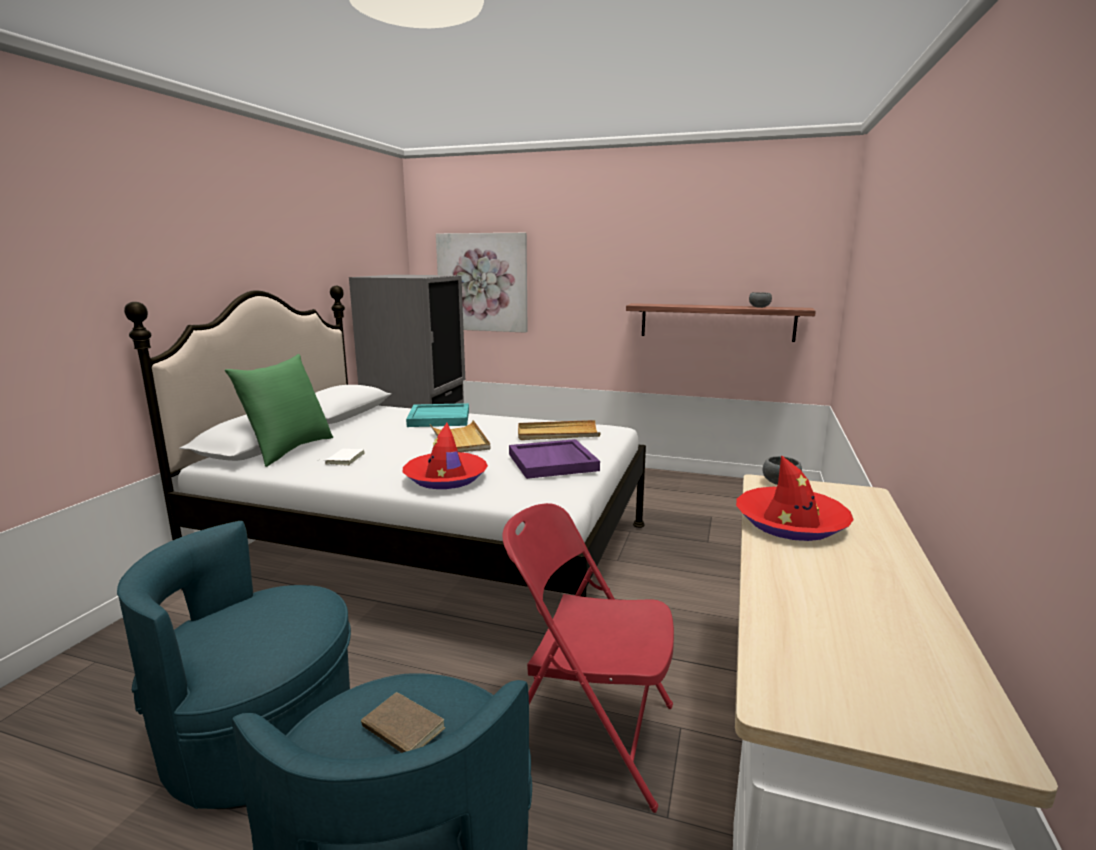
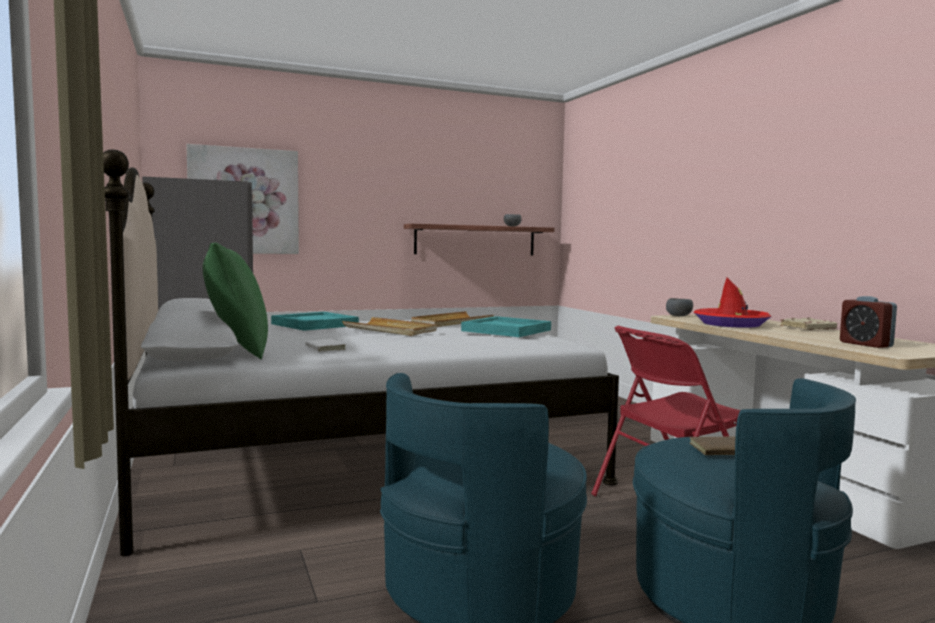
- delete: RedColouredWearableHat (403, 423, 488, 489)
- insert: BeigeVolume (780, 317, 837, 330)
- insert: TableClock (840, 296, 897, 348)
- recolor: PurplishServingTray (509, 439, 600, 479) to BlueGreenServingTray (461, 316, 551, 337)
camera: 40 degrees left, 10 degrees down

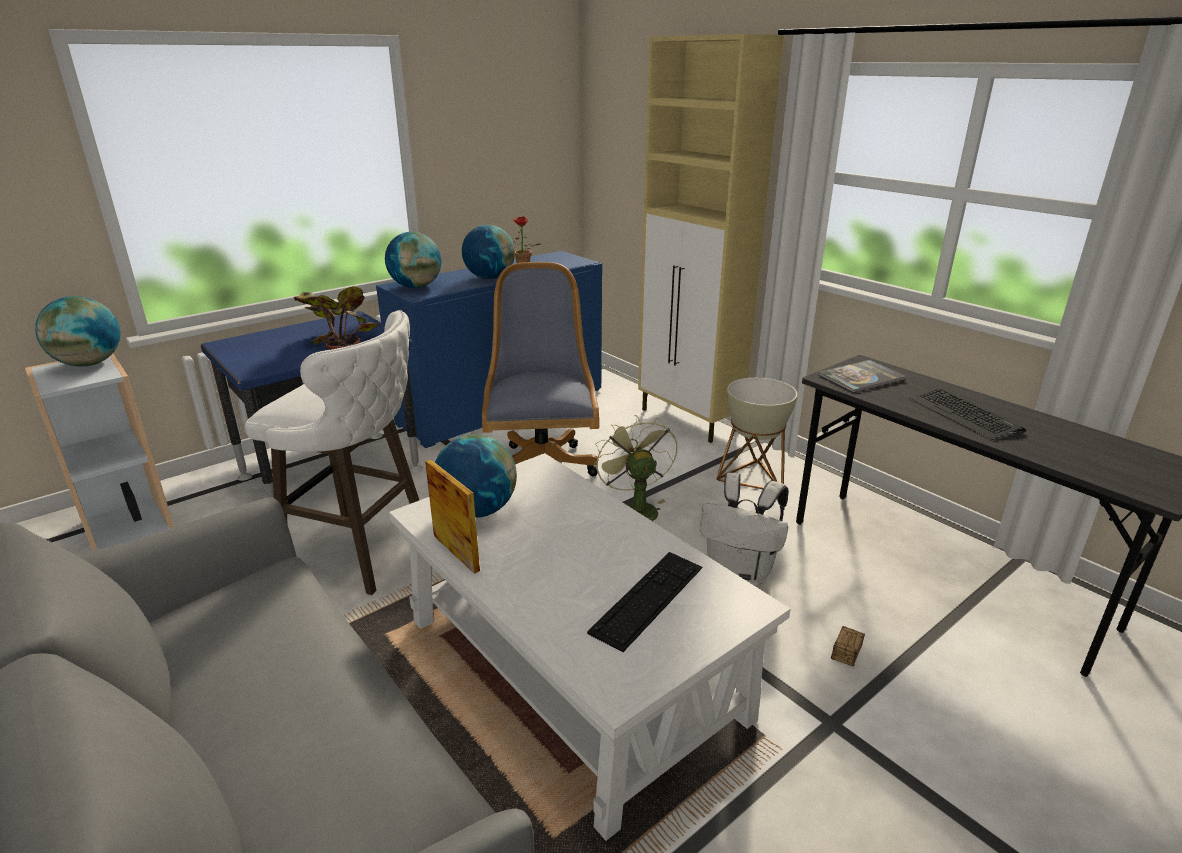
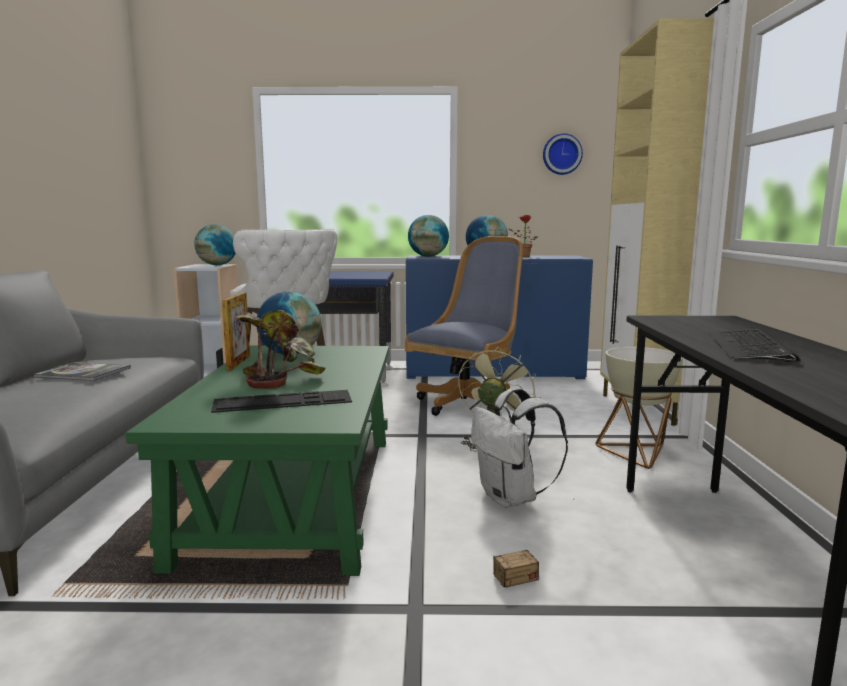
- insert: HangingClock (543, 133, 583, 175)
- move: PottedPlant (294, 286, 380, 350) to (235, 310, 326, 389)
- move: Volume (818, 360, 906, 393) to (34, 362, 131, 381)
- recolor: WhiteColouredCoffeeTable (389, 453, 791, 841) to GreenColouredCoffeeTable (126, 346, 389, 576)
camera: 40 degrees right, 15 degrees down

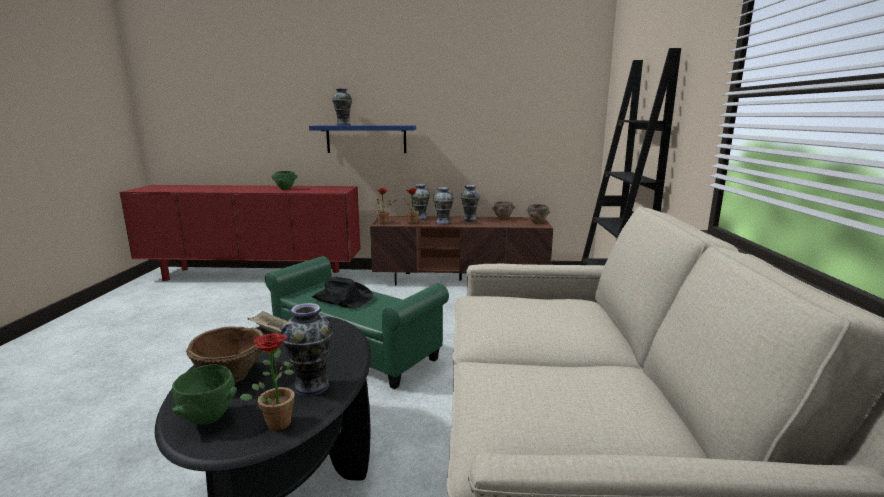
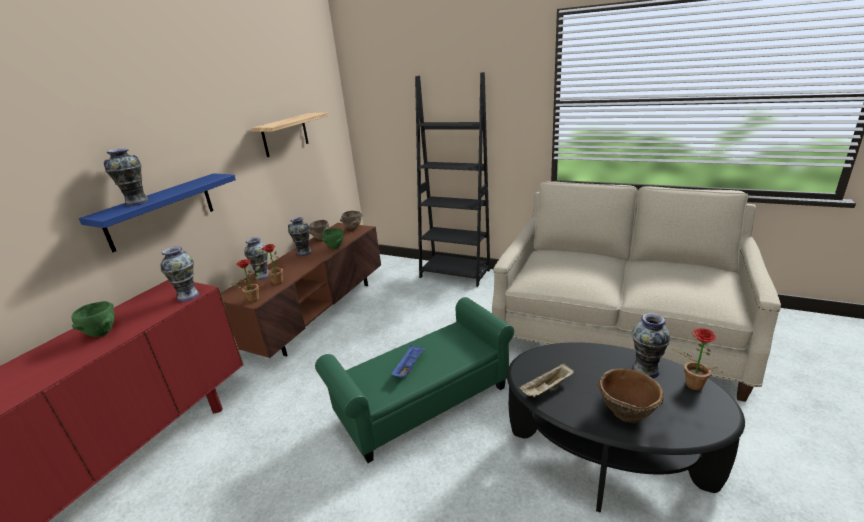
- insert: BracketShelf (251, 113, 328, 157)
- move: GreenColouredServingBowl (172, 364, 237, 425) to (322, 228, 344, 249)
- move: Vase (433, 187, 454, 225) to (161, 246, 200, 302)
- replace: BlackWearableHat (312, 277, 373, 309) to BlueServingTray (391, 345, 425, 378)
camera: 65 degrees left, 10 degrees up

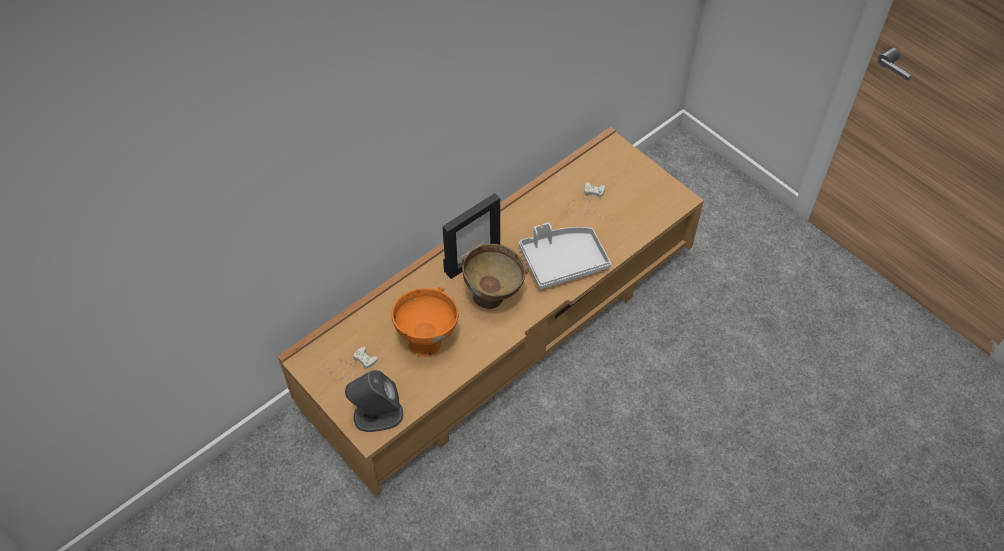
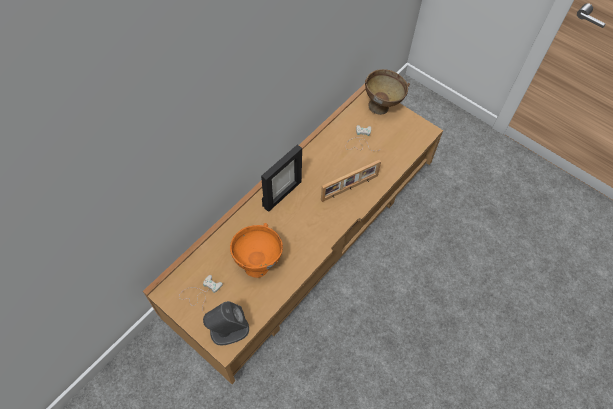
- move: BrownServingBowl (461, 244, 529, 309) to (365, 69, 410, 115)
- replace: GrayServingTray (519, 223, 611, 289) to StandingFrame (321, 160, 381, 202)
camera: 10 degrees left, 5 degrees up

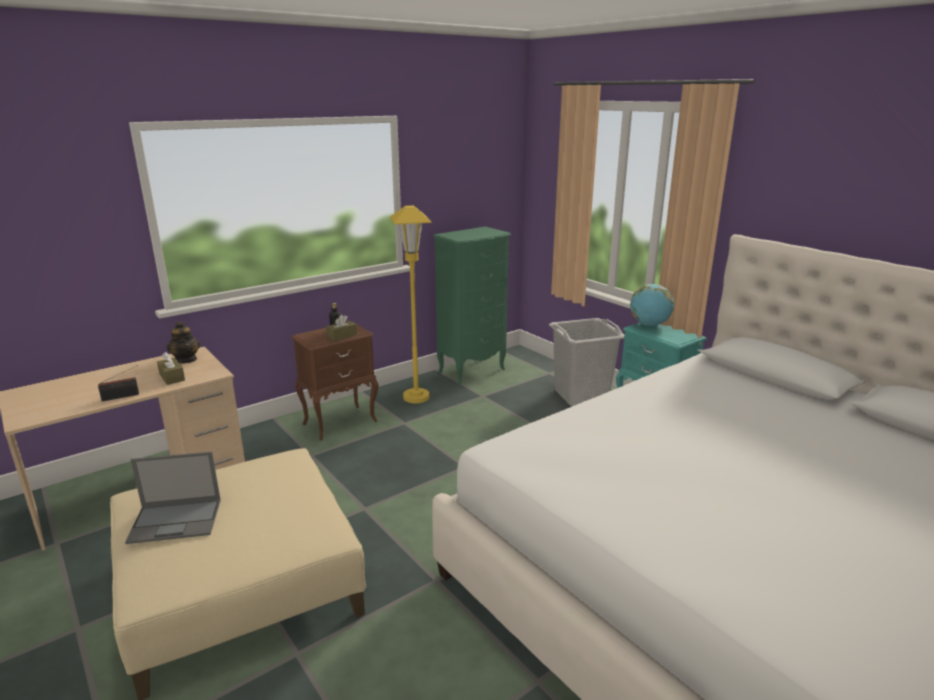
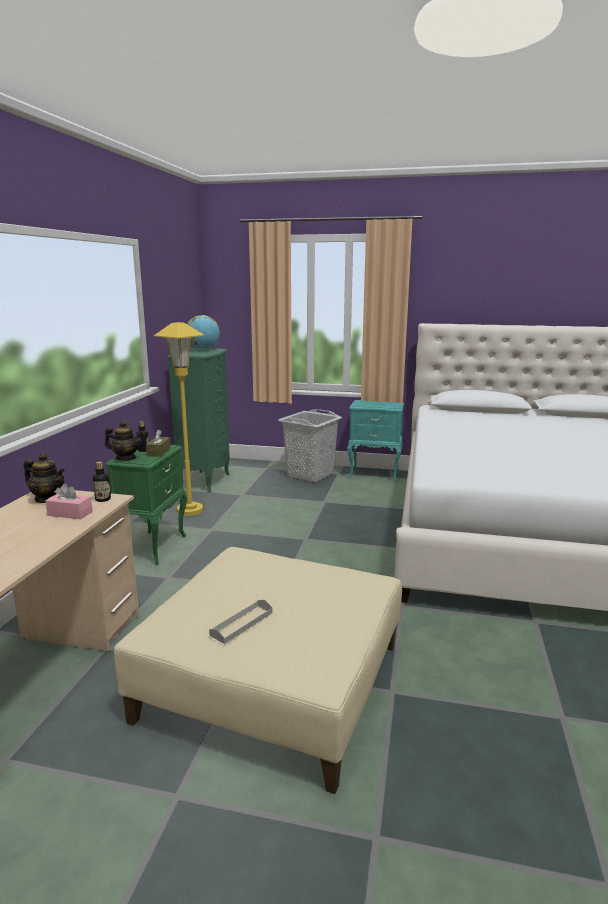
- delete: Radio (98, 365, 139, 401)
- insert: Bottle (93, 462, 111, 502)
- insert: Teapot (105, 421, 143, 461)
- move: DeskGlobe (630, 284, 674, 326) to (187, 315, 220, 350)
- replace: PortableComputer (125, 452, 221, 544) to GrayServingTray (209, 600, 273, 644)
- recolor: BrownBoxOfTissues (157, 352, 185, 385) to PinkishBoxOfTissues (45, 484, 93, 519)
- recolor: BrownNightTable (292, 322, 379, 441) to GreenColouredNightTable (105, 445, 187, 565)
camera: 40 degrees left, 5 degrees down

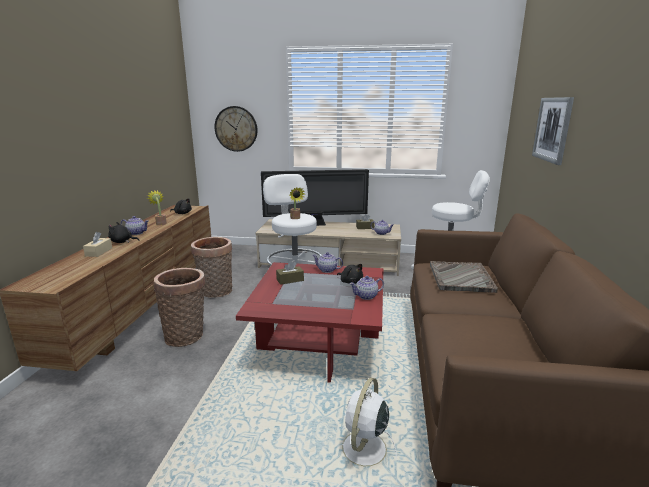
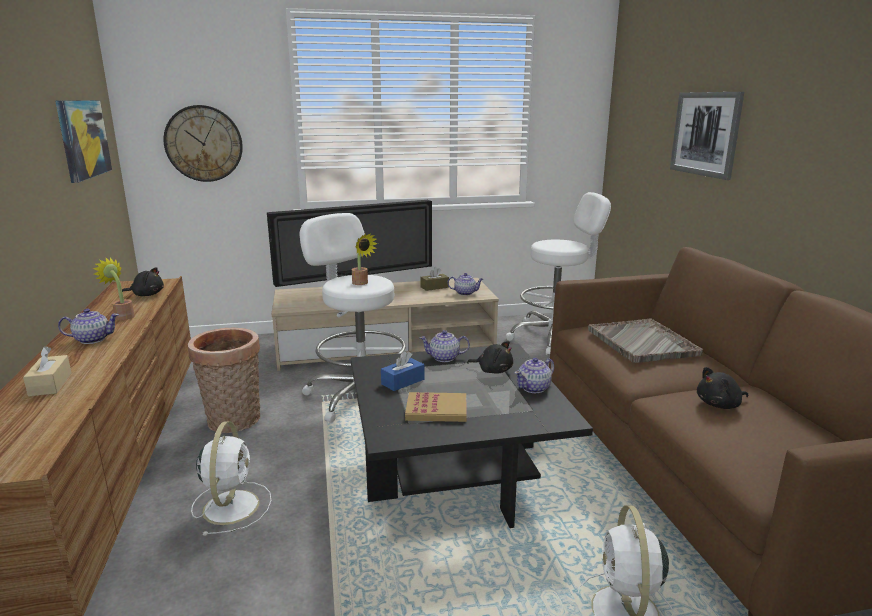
- insert: Picture (55, 100, 112, 183)
- insert: Volume (405, 392, 467, 422)
- move: BlackSoftToy (108, 222, 139, 243) to (697, 367, 748, 409)
- replace: HouseholdBasket (154, 268, 206, 347) to WhiteColouredCoolingFan (191, 421, 271, 536)
- recolor: RedColouredCoffeeTable (236, 262, 383, 383) to BlackCoffeeTable (351, 344, 593, 528)
- recolor: BrownBoxOfTissues (276, 261, 304, 285) to BlueBoxOfTissues (381, 351, 424, 391)
camera: 20 degrees left, 0 degrees up

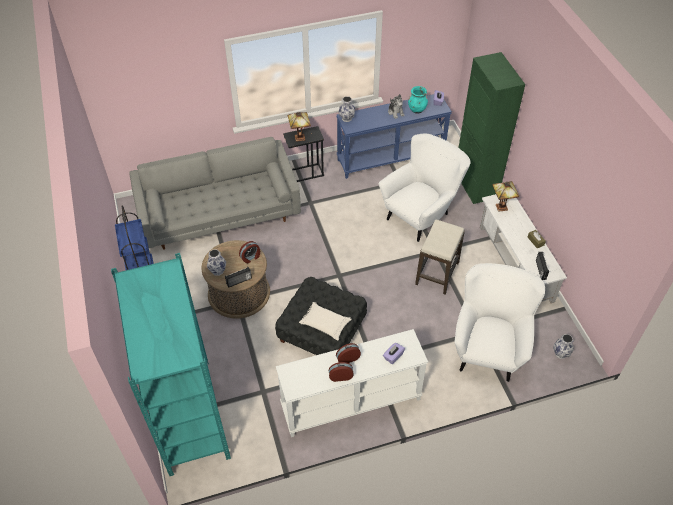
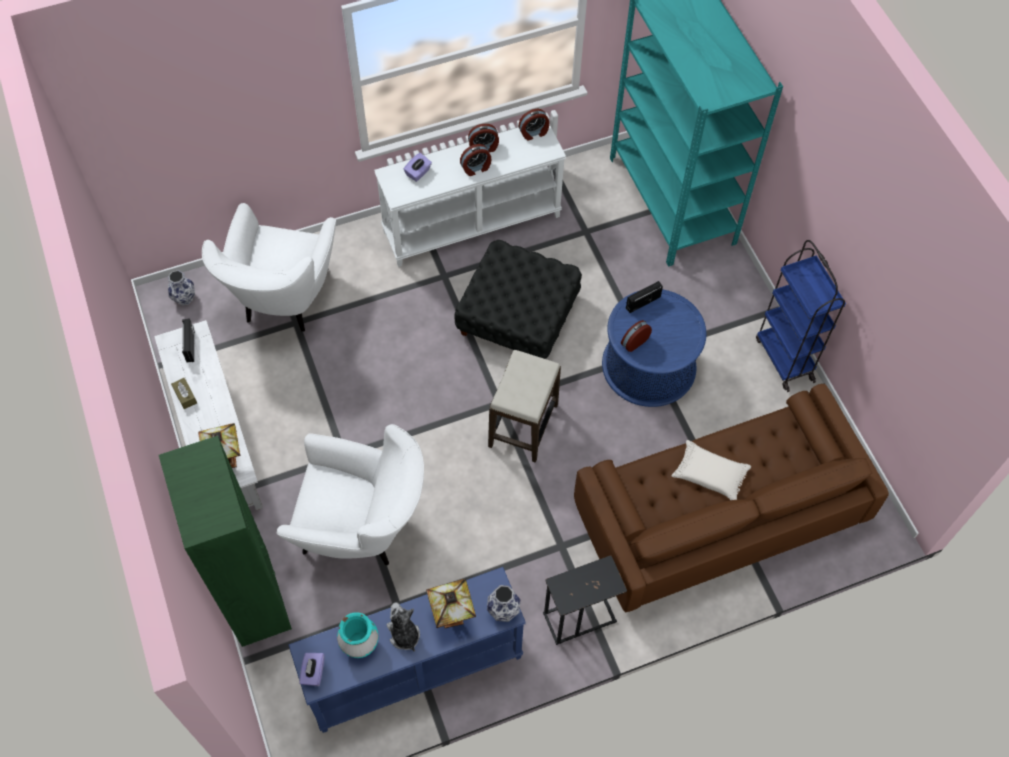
- delete: Vase (207, 249, 226, 276)
- insert: TableClock (519, 108, 549, 141)
- move: TableLamp (288, 112, 311, 142) to (426, 579, 476, 628)
- move: WhiteColouredThrowPillow (299, 302, 352, 341) to (671, 440, 751, 500)
- move: StoolSeat (415, 220, 465, 295) to (488, 350, 561, 463)
- recolor: GrayCouch (129, 137, 301, 250) to BrownCouch (574, 384, 889, 612)
- recolor: BrownCoffeeTable (202, 240, 270, 319) to BlueCoffeeTable (602, 289, 706, 407)
- rotate: WhiteColouredLoungeChair (379, 134, 471, 242) = (277, 424, 424, 565) 120 degrees counterclockwise
camera: 175 degrees right, 10 degrees up

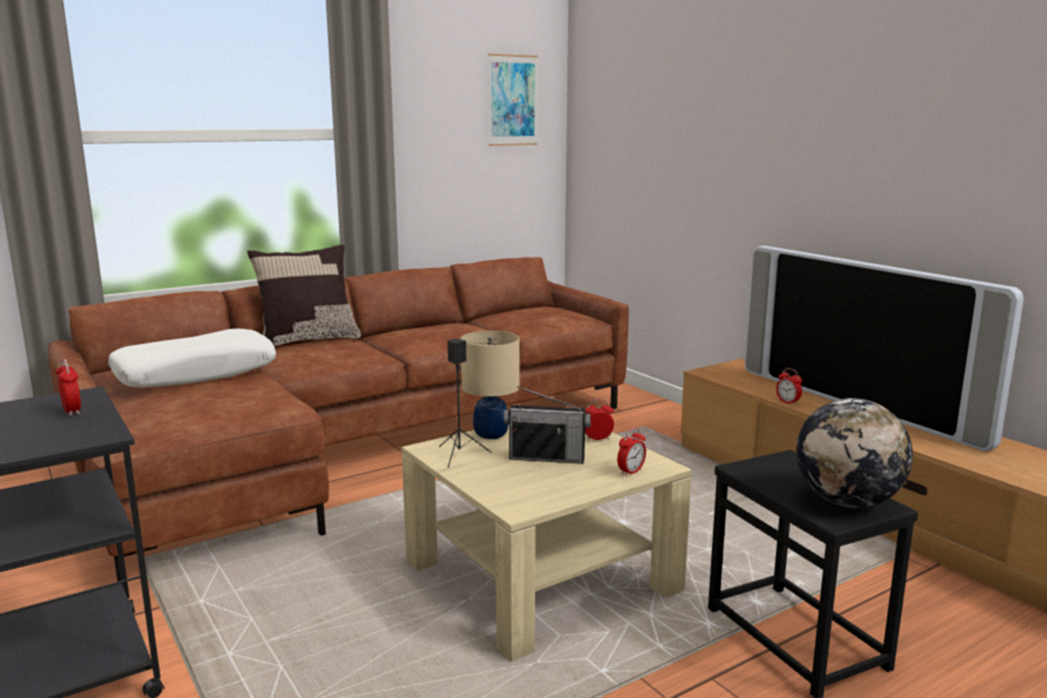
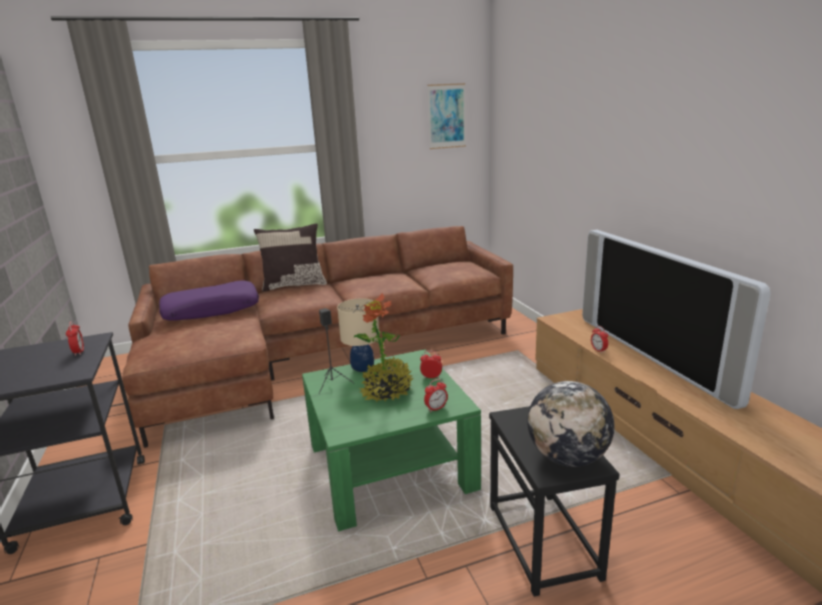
- replace: Radio (504, 386, 591, 464) to PottedPlant (354, 293, 413, 402)
- recolor: WhiteColouredThrowPillow (108, 329, 276, 388) to PurplishThrowPillow (159, 280, 259, 321)
- recolor: BeigeCoffeeTable (402, 426, 692, 662) to GreenColouredCoffeeTable (302, 349, 481, 531)
camera: 15 degrees right, 5 degrees up

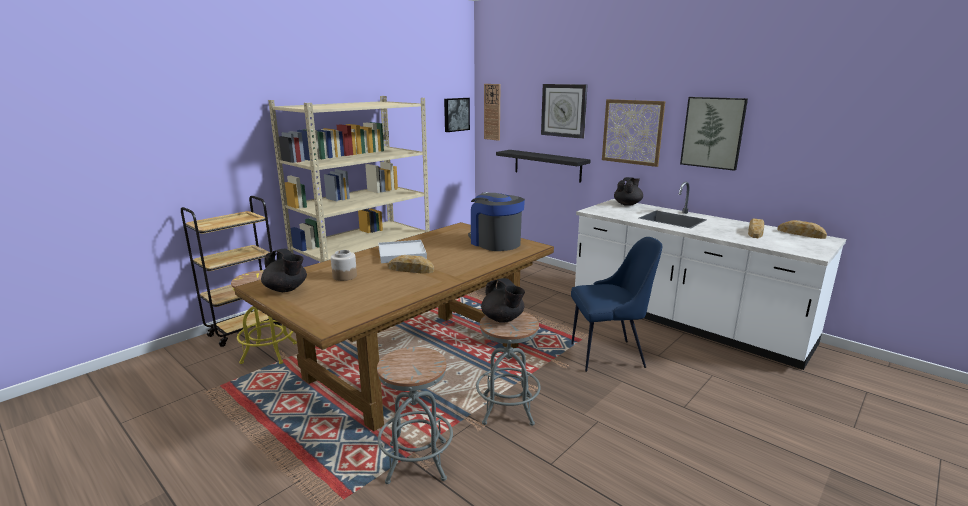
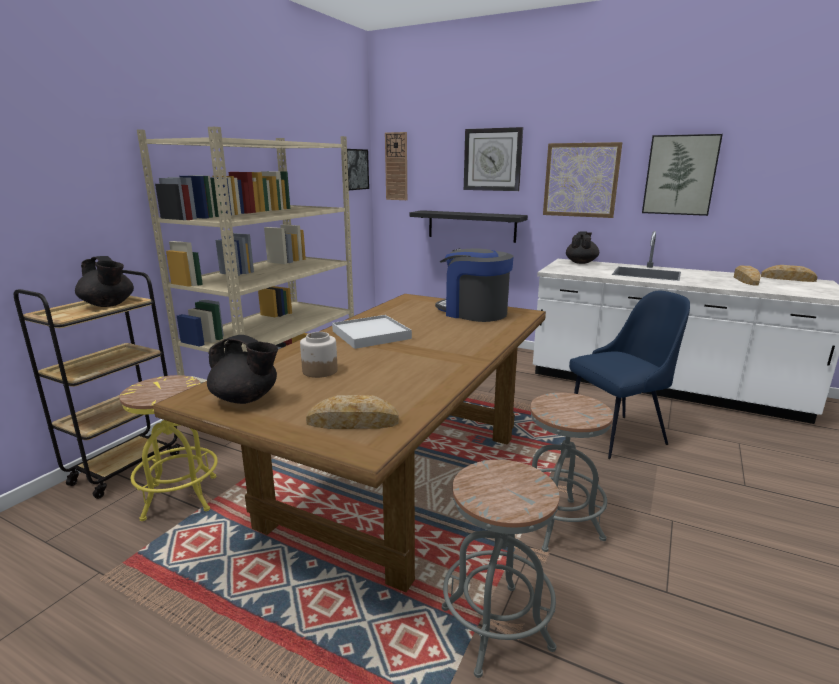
- move: Bread (387, 255, 434, 273) to (306, 395, 399, 429)
- move: BlackTeapot (481, 278, 525, 323) to (75, 256, 134, 307)
camera: 15 degrees left, 0 degrees up

